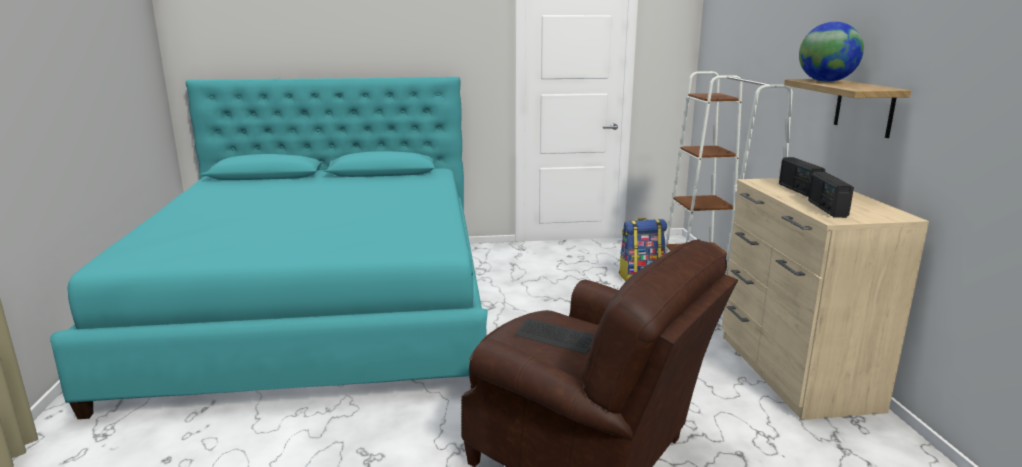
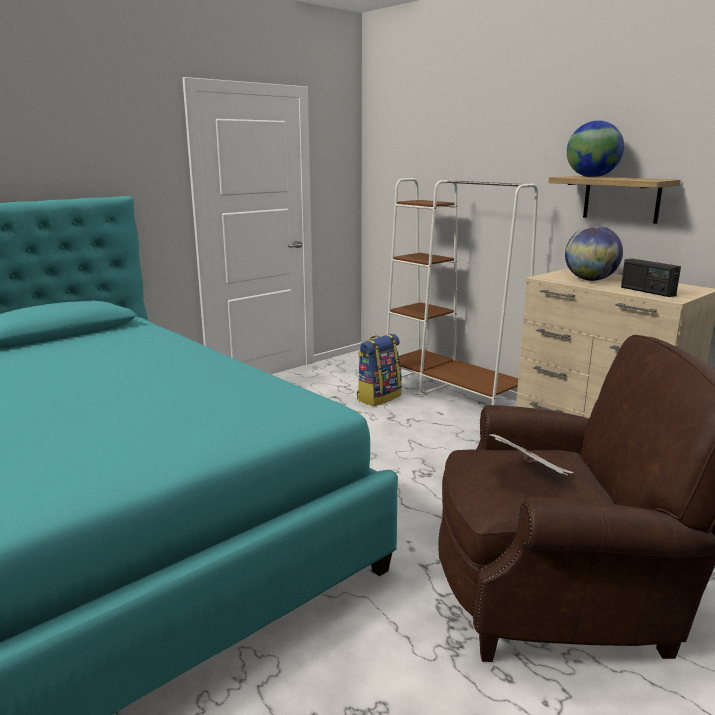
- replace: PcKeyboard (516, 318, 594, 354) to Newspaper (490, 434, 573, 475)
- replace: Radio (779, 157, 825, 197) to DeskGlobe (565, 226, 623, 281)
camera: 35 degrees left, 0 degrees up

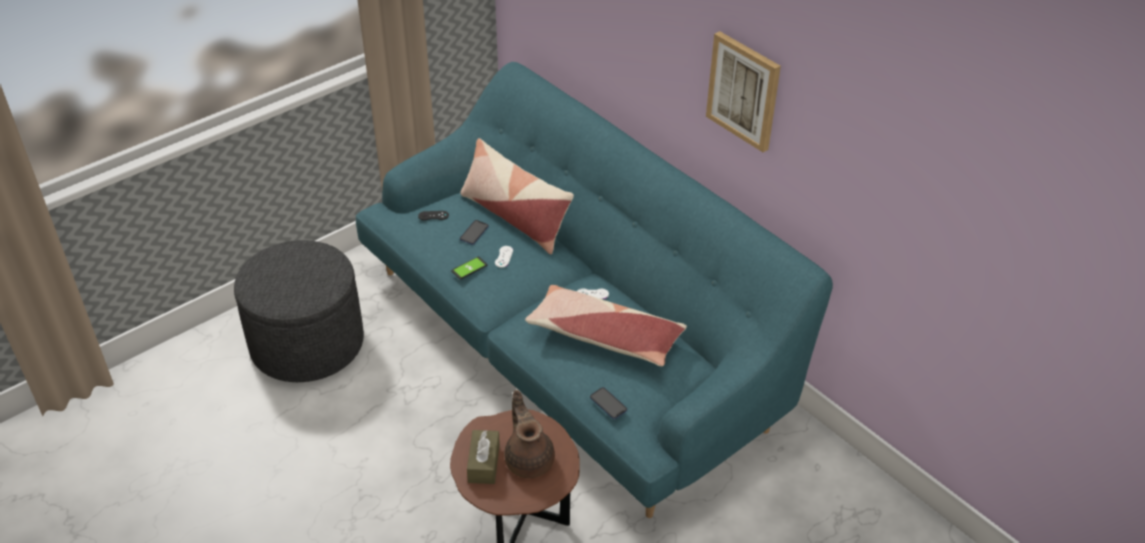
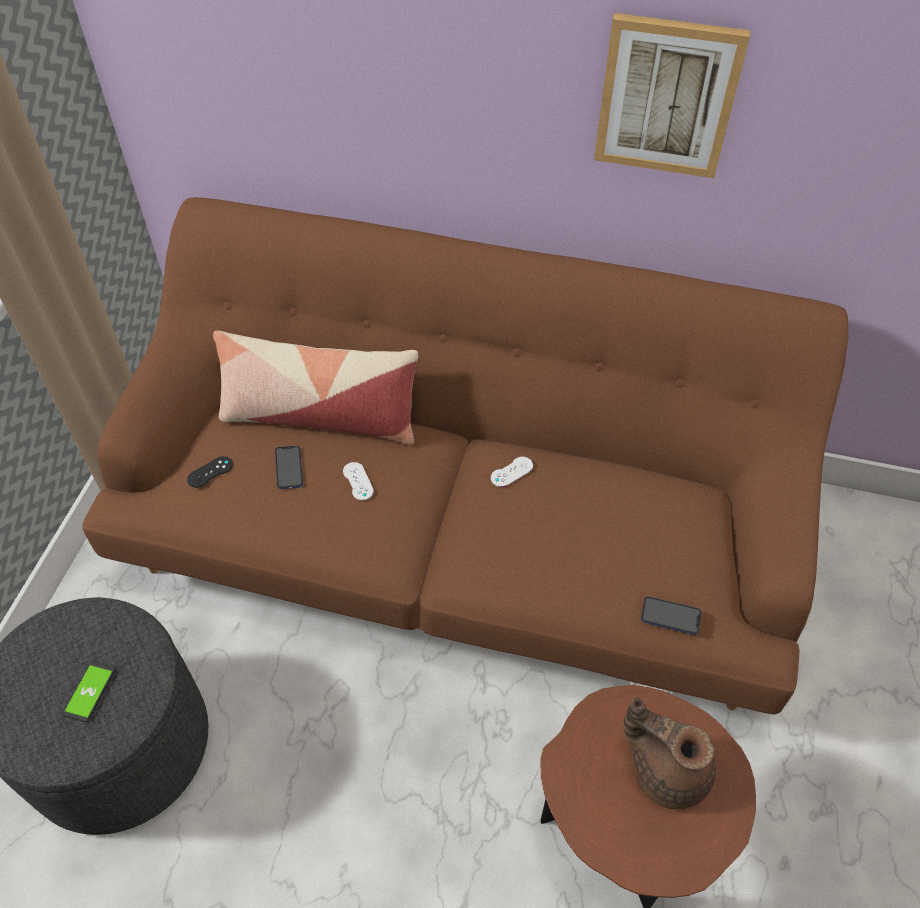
- delete: BrownBoxOfTissues (467, 430, 500, 484)
- delete: ThrowPillow (525, 285, 687, 366)
- move: Phone (451, 257, 488, 279) to (62, 662, 115, 722)
- recolor: BlueGreenCouch (356, 62, 833, 518) to BrownCouch (82, 197, 848, 714)
camera: 35 degrees left, 10 degrees up

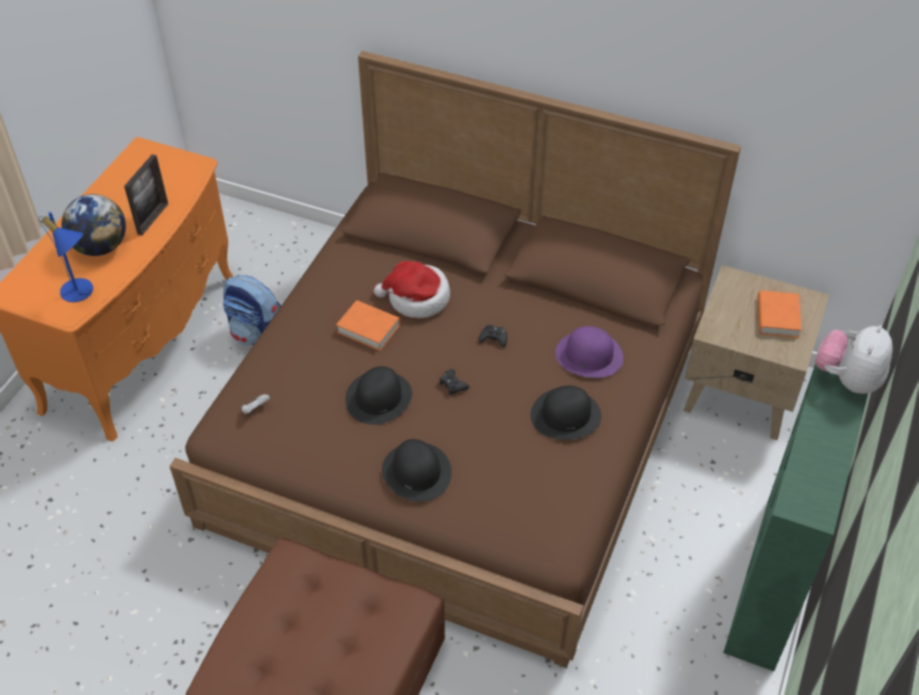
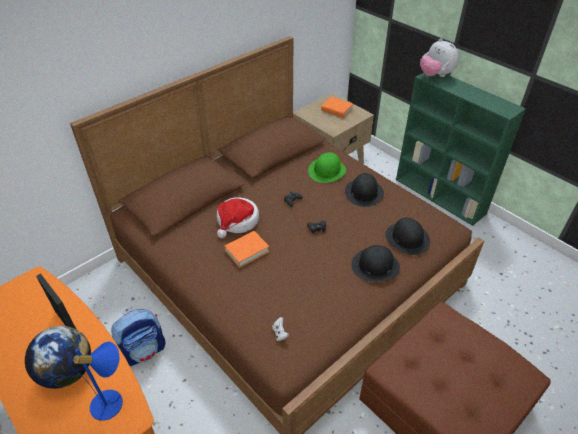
- move: BlackWearableHat (346, 366, 412, 425) to (385, 218, 430, 255)
- recolor: PurplishWearableHat (555, 326, 623, 378) to GreenColouredWearableHat (308, 152, 346, 183)
camera: 65 degrees left, 5 degrees down

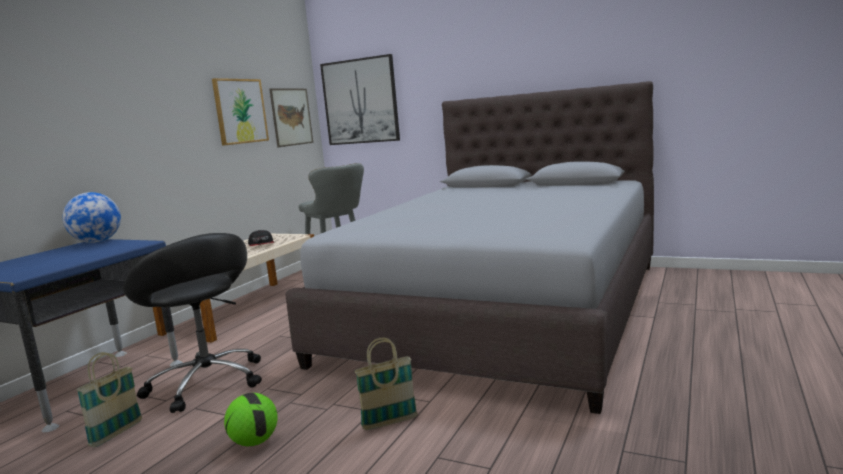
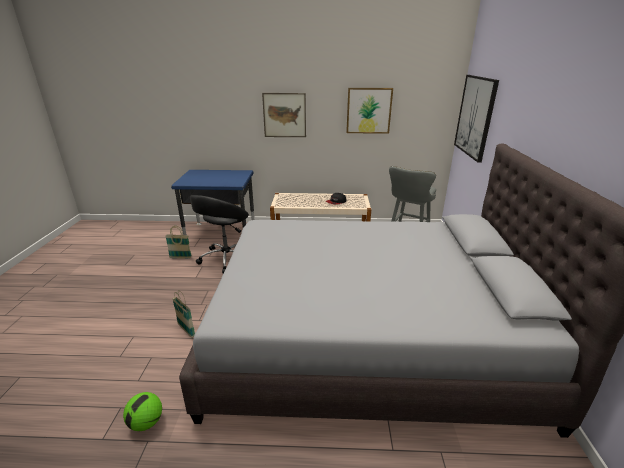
- delete: DeskGlobe (63, 192, 121, 243)
- move: Football (224, 393, 278, 446) to (123, 392, 162, 431)
- move: Picture (269, 88, 313, 147) to (262, 93, 306, 137)
camera: 65 degrees right, 15 degrees up

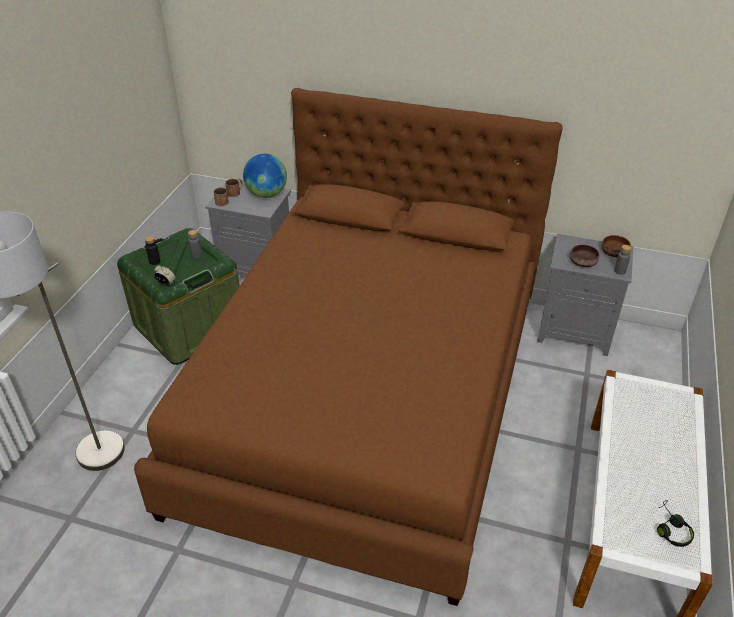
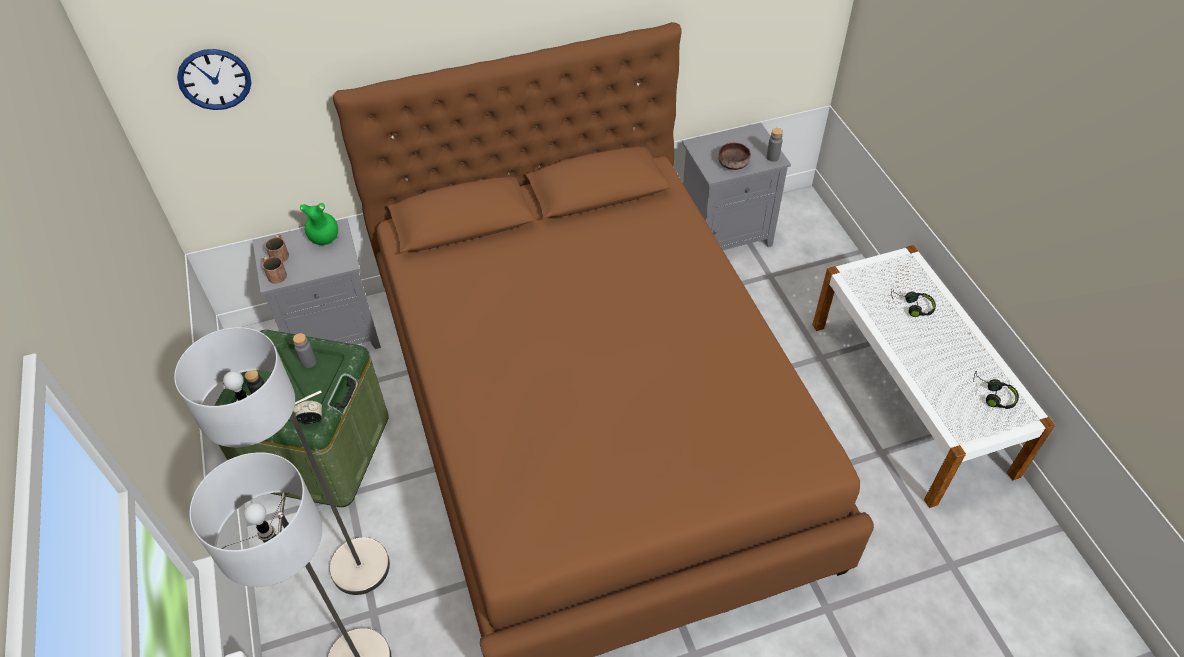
- delete: BrownServingBowl (602, 235, 631, 257)
- insert: GrayStandardLamp (174, 327, 390, 595)
- insert: HangingClock (177, 49, 252, 110)
- insert: BlackHeadphones (891, 288, 936, 317)
- replace: DeskGlobe (243, 154, 287, 198) to GreenColouredVase (300, 203, 338, 245)
camera: 35 degrees left, 10 degrees up

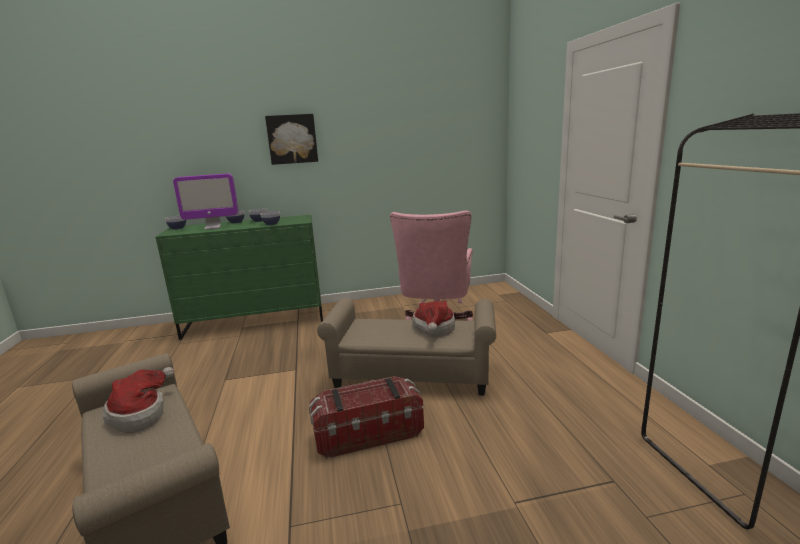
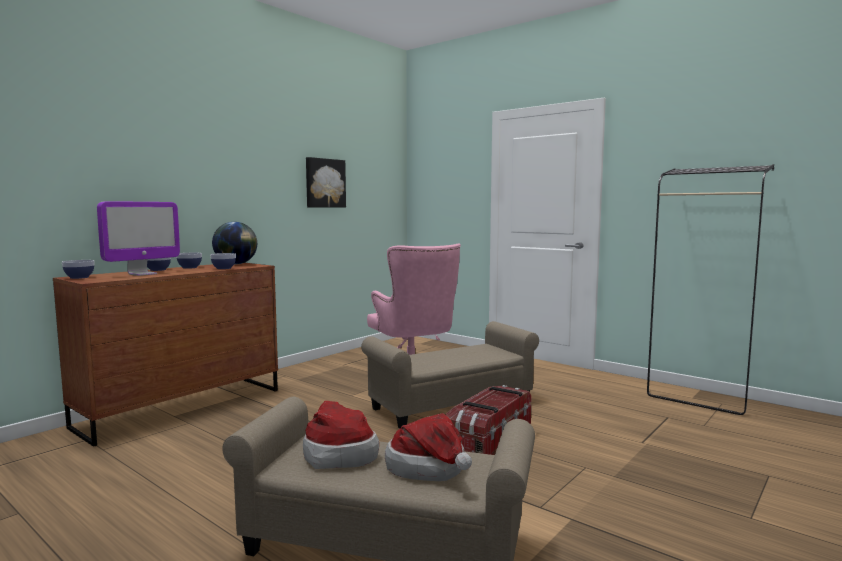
- insert: DeskGlobe (212, 222, 257, 265)
- move: Picture (265, 114, 318, 165) to (306, 157, 346, 207)
- move: WearableHat (412, 301, 455, 337) to (385, 413, 472, 481)
- recolor: GreenColouredDrawerChest (155, 215, 323, 340) to BrownDrawerChest (53, 263, 278, 447)
camera: 40 degrees left, 10 degrees down

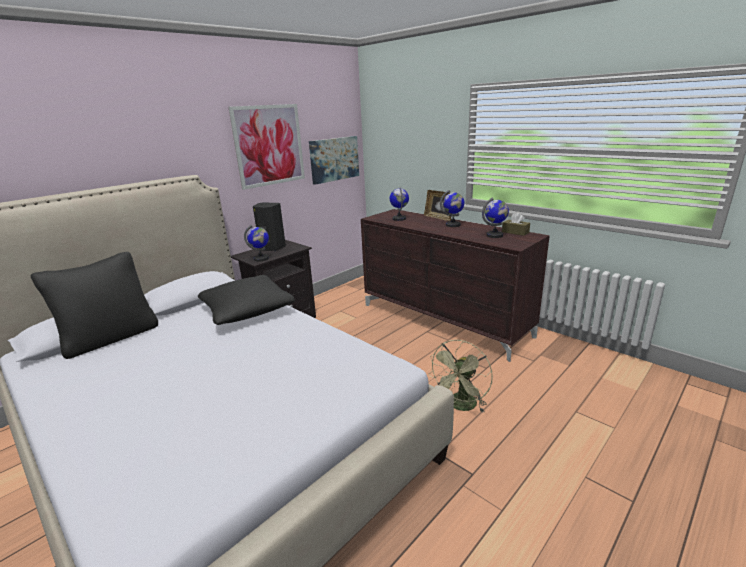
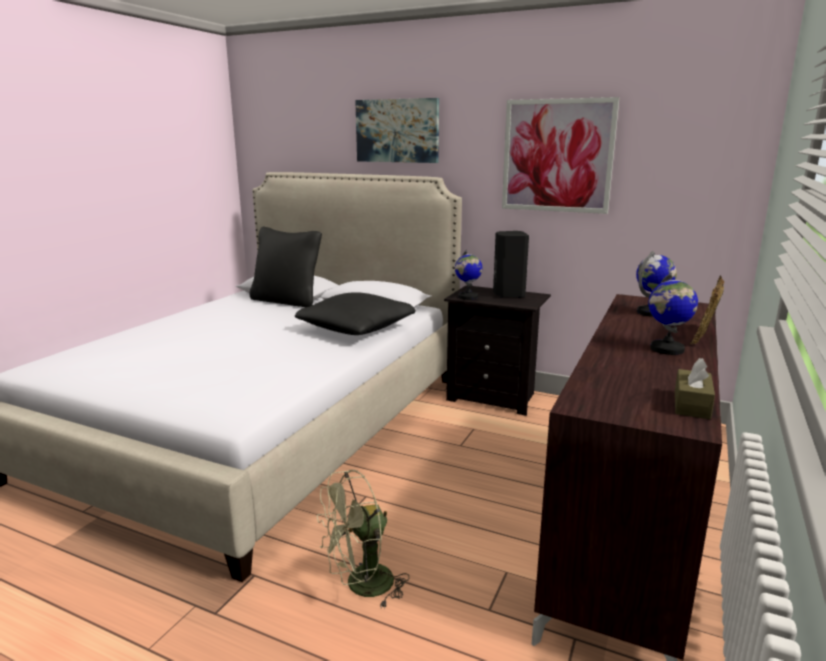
- delete: DeskGlobe (482, 197, 509, 238)
- move: Picture (309, 136, 359, 185) to (355, 98, 439, 163)
- rotate: GreenColouredCoolingFan (428, 340, 493, 413) = (317, 470, 409, 609) 45 degrees counterclockwise
camera: 70 degrees right, 5 degrees down

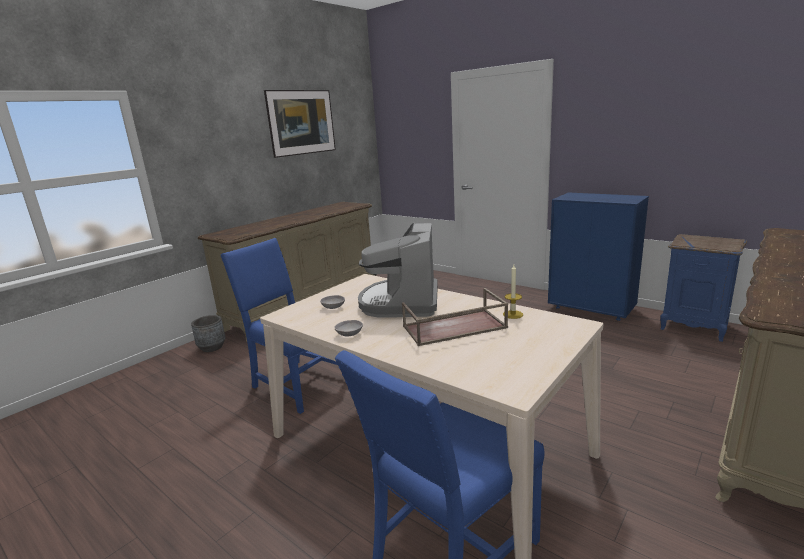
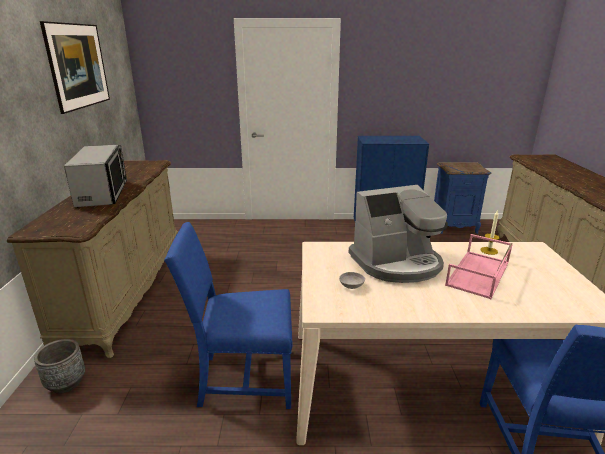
- delete: GrayServingBowl (334, 320, 363, 337)
- insert: KitchenMicrowave (64, 145, 127, 207)
- recolor: BrownServingTray (402, 288, 508, 346) to PinkishServingTray (445, 234, 513, 299)
- rotate: CoffeeMachine (358, 223, 438, 318) = (349, 185, 448, 283) 75 degrees counterclockwise
camera: 40 degrees left, 5 degrees up

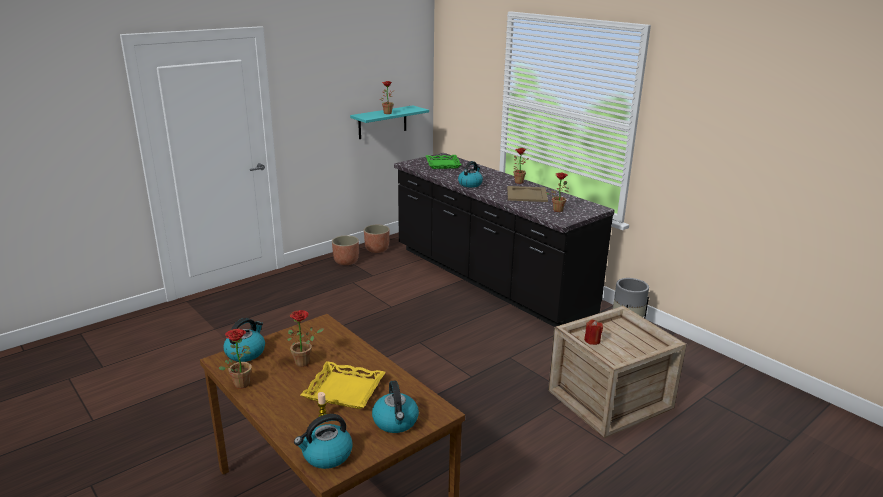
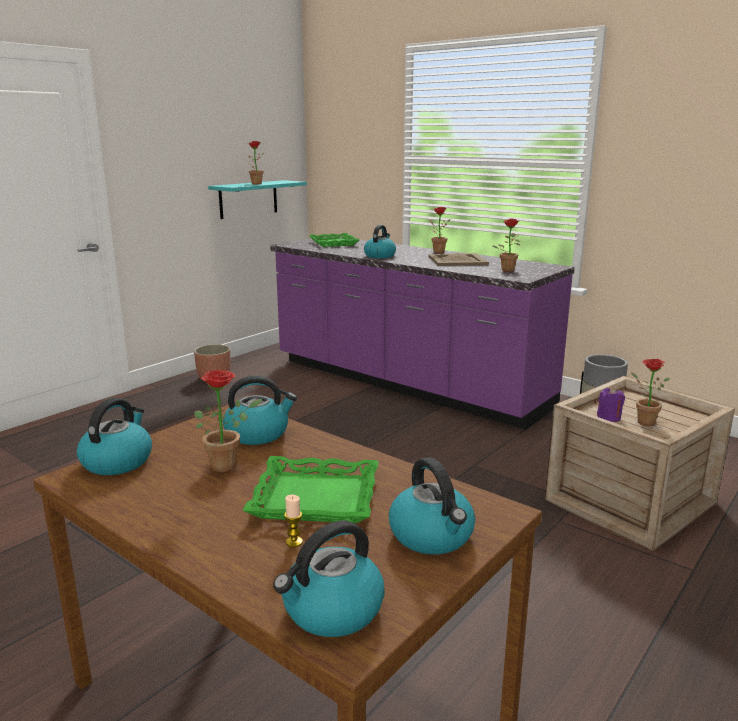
- delete: FlowerPot (364, 225, 389, 253)
- insert: TeaKettle (223, 376, 297, 445)
- move: PottedPlant (218, 329, 252, 389) to (631, 359, 670, 426)
- recolor: YellowColouredServingTray (300, 361, 386, 409) to GreenColouredServingTray (243, 456, 379, 523)
- recolor: BlackKitchenBaseUnit (394, 153, 615, 327) to PurplishKitchenBaseUnit (270, 236, 575, 430)
- recolor: RedColouredWaxLight (584, 320, 603, 345) to PurplishWaxLight (597, 387, 625, 422)
camera: 10 degrees left, 5 degrees down

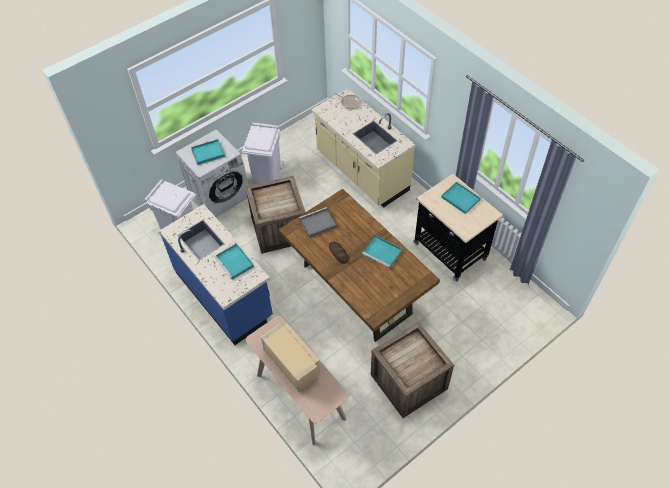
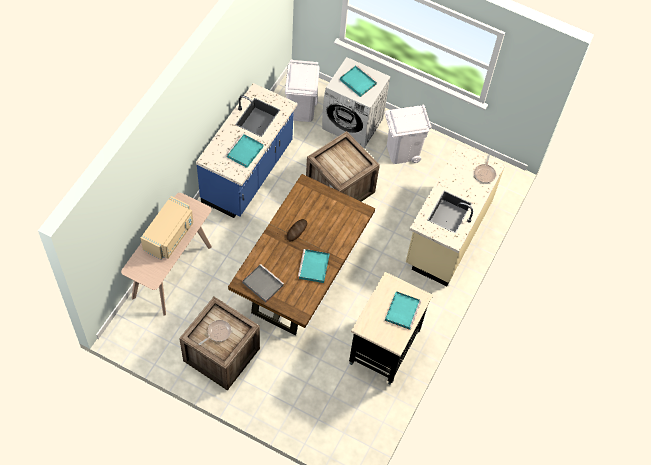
- insert: FryingPan (199, 320, 231, 345)
- move: GrayServingTray (299, 207, 337, 238) to (242, 264, 284, 303)
camera: 60 degrees right, 5 degrees up

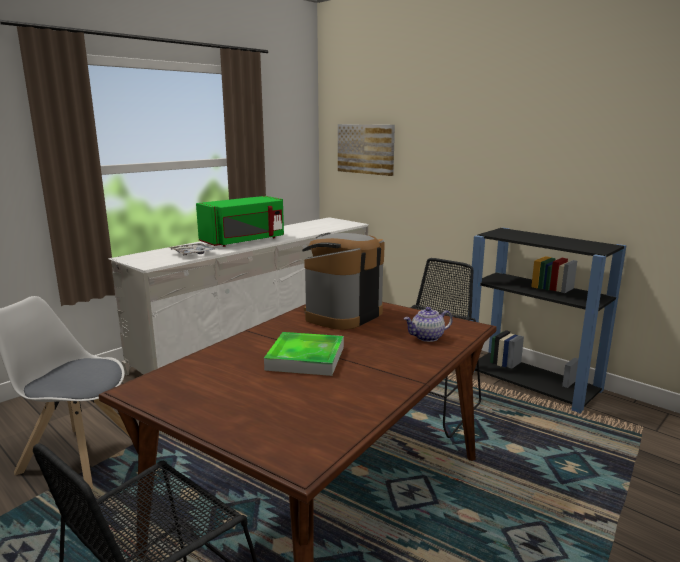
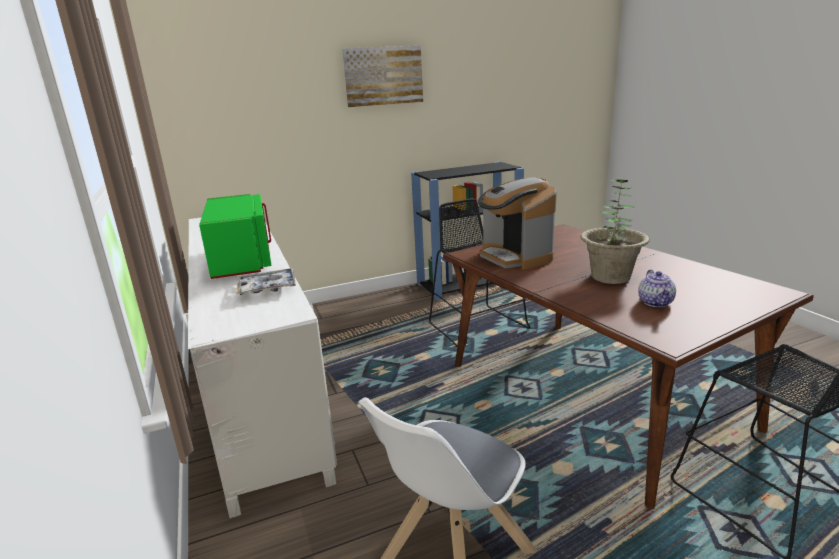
- move: Picture (338, 124, 395, 176) to (342, 46, 423, 107)
- move: Teapot (403, 307, 453, 342) to (638, 269, 676, 307)
- replace: ServingTray (264, 332, 344, 376) to PottedPlant (580, 180, 650, 284)
camera: 65 degrees left, 5 degrees up

